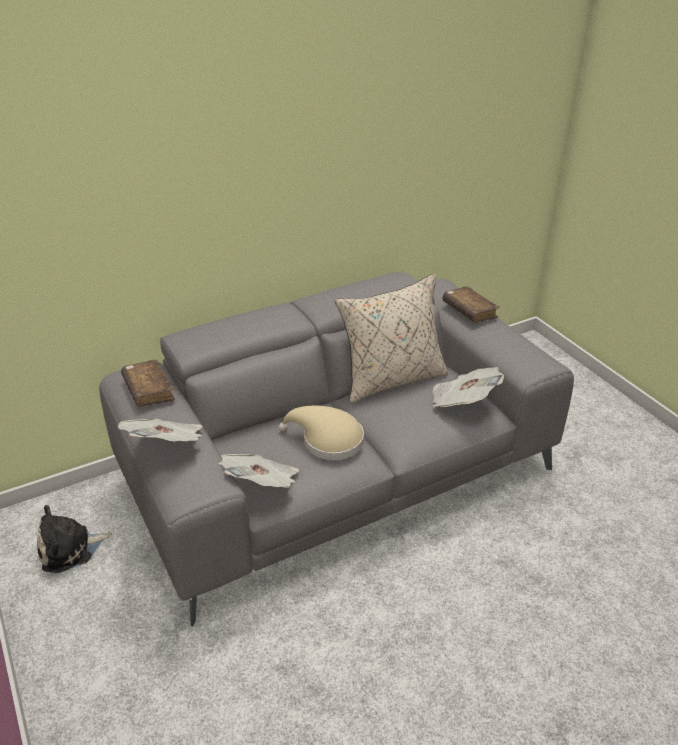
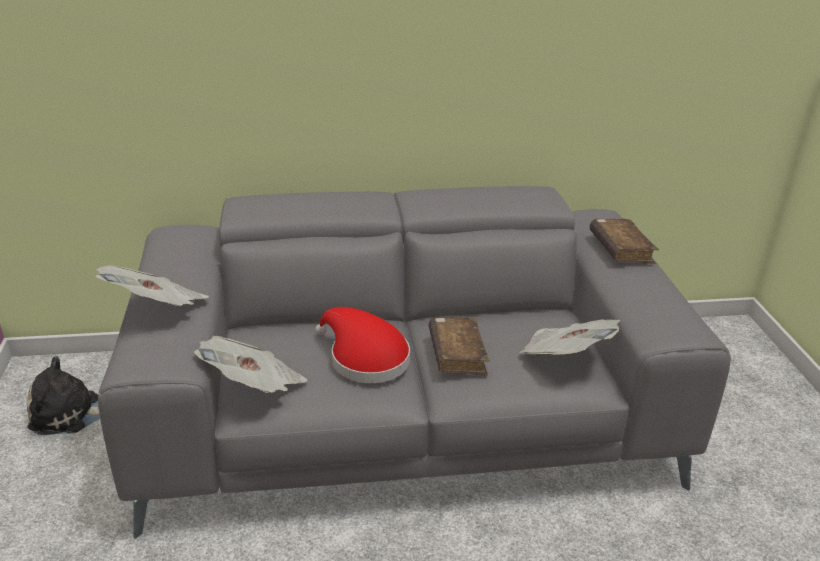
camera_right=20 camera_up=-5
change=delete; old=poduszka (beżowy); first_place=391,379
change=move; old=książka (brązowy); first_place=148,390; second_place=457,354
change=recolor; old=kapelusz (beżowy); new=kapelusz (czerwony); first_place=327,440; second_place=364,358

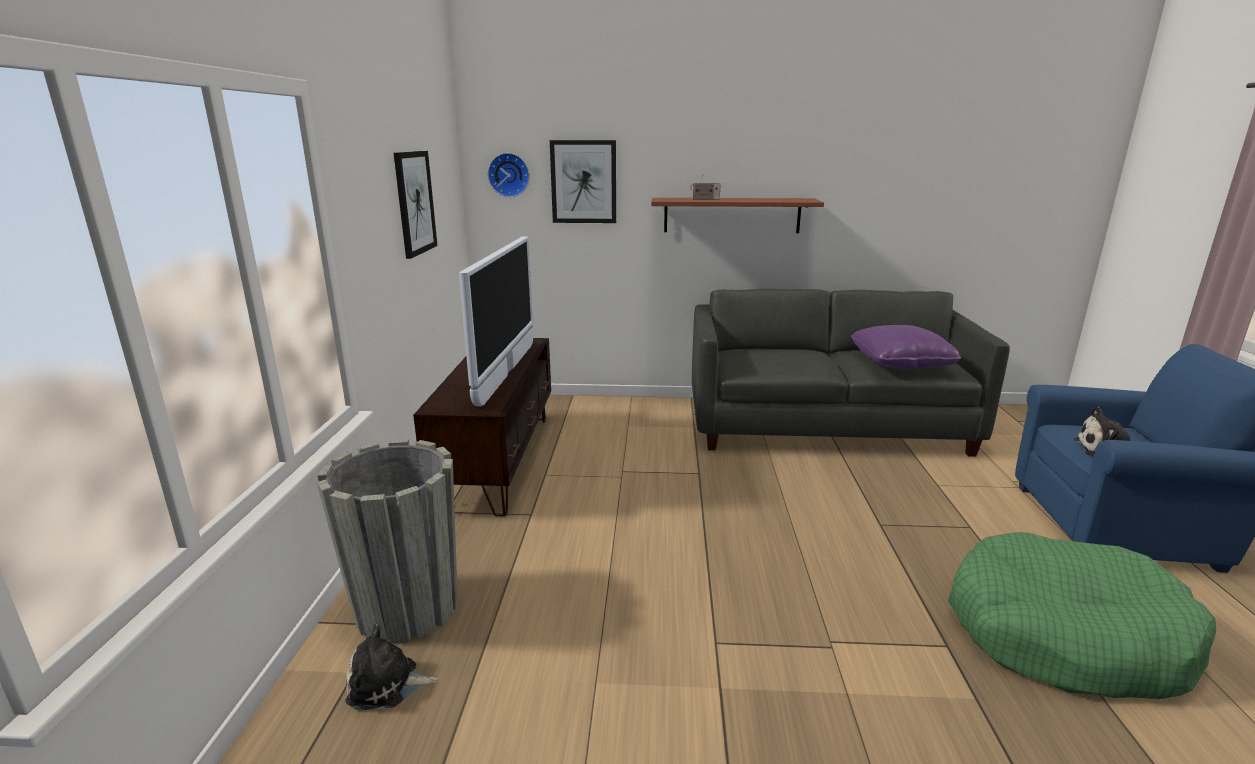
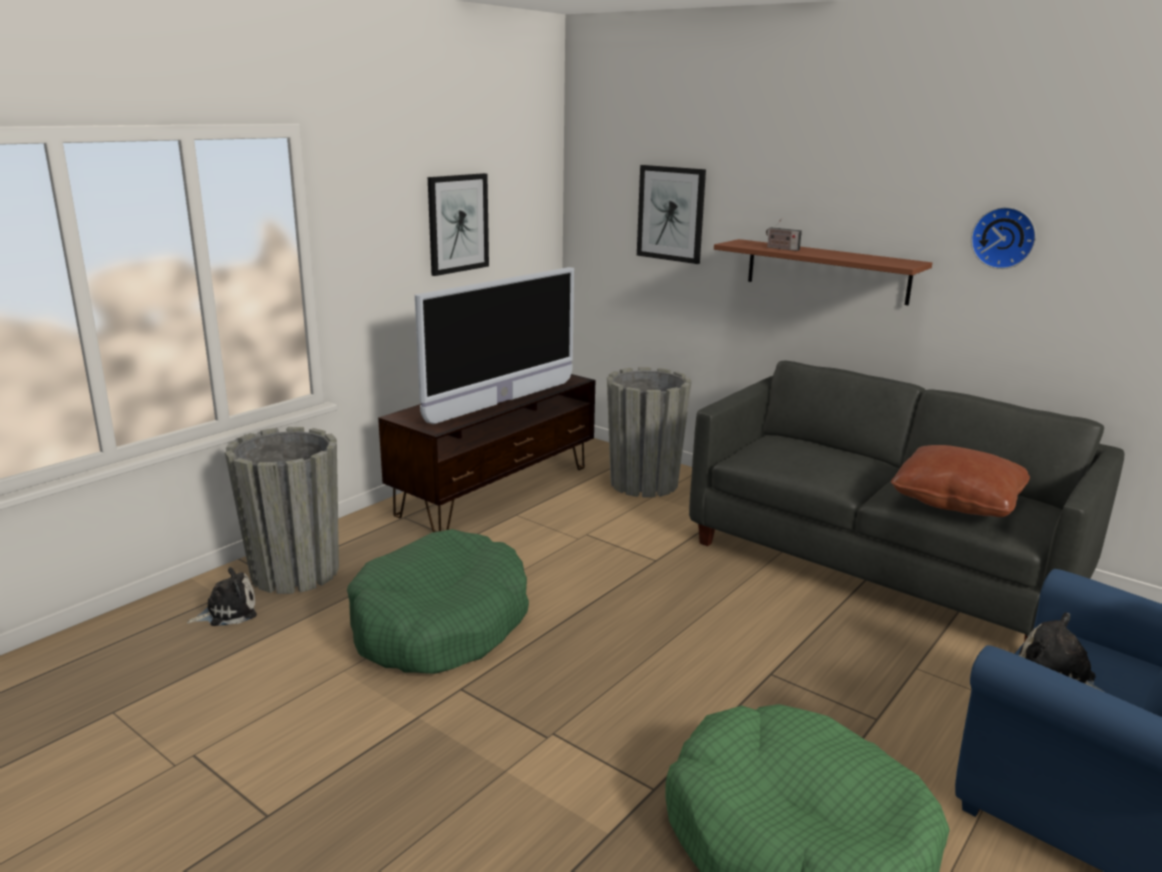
camera_right=35 camera_up=0
change=insert; new=legowisko (zielony); second_place=439,624
change=insert; new=donica (szary); second_place=644,483
change=move; old=zegar ścienny; first_place=509,175; second_place=1004,237
change=recolor; old=poduszka (fioletowy); new=poduszka (brązowy); first_place=900,363; second_place=956,501
change=rotate; old=pluszak; first_place=387,685; second_place=228,612; degrees=120

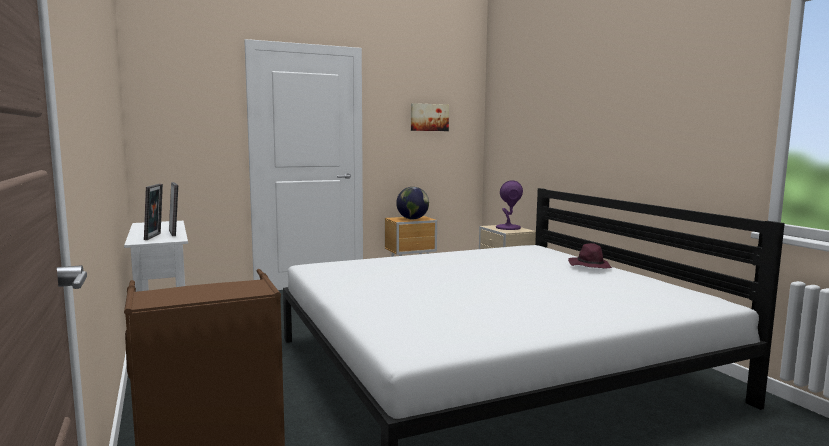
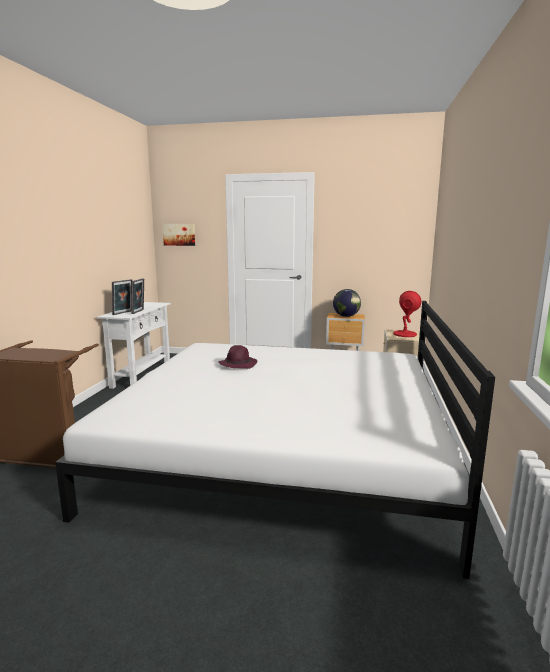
camera_right=35 camera_up=5
change=move; old=obraz; first_place=429,117; second_place=179,234
change=move; old=kapelusz (fioletowy); first_place=589,266; second_place=238,364
change=recolor; old=lampa stołowa (fioletowy); new=lampa stołowa (czerwony); first_place=508,228; second_place=404,334

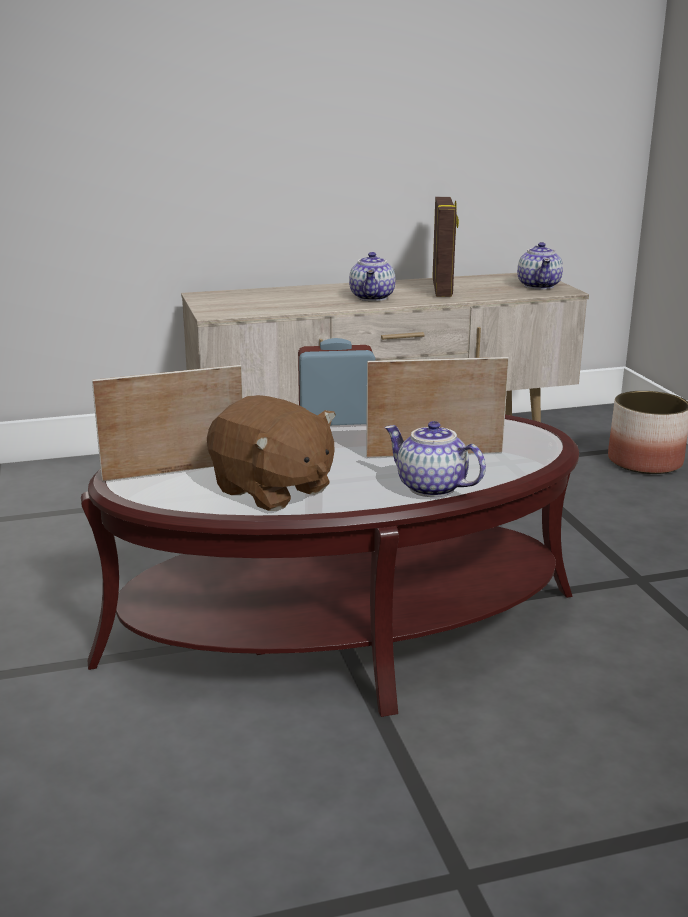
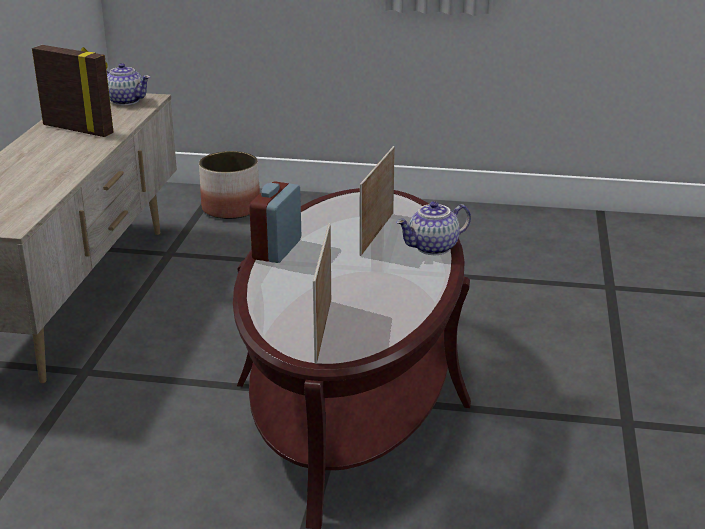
camera_right=-65 camera_up=5
change=delete; old=pluszak (brązowy); first_place=272,490
change=delete; old=imbryk; first_place=373,298

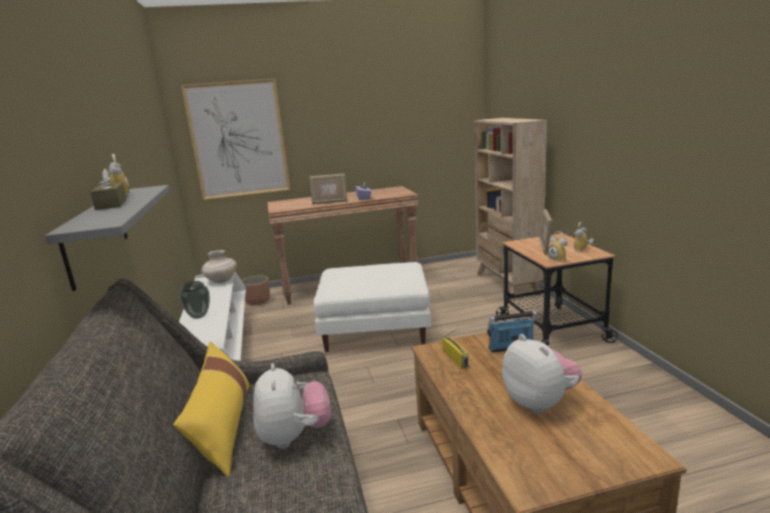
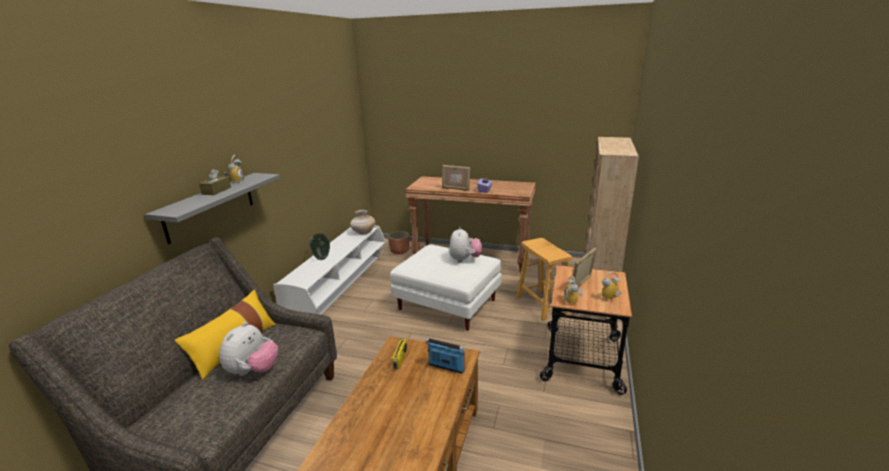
camera_right=30 camera_up=5
change=delete; old=obraz; first_place=238,140
change=insert; new=stołek (brązowy); second_place=542,305
change=move; old=pluszak; first_place=540,402; second_place=464,260

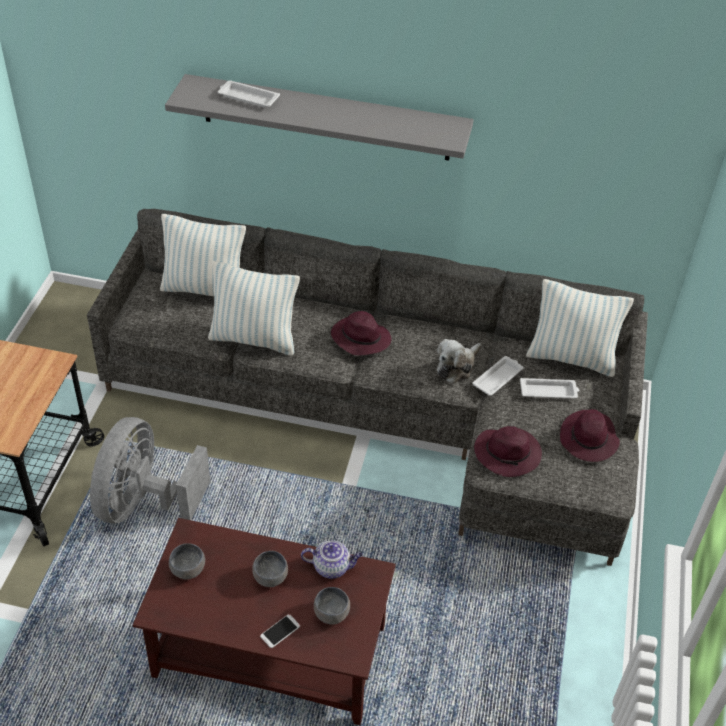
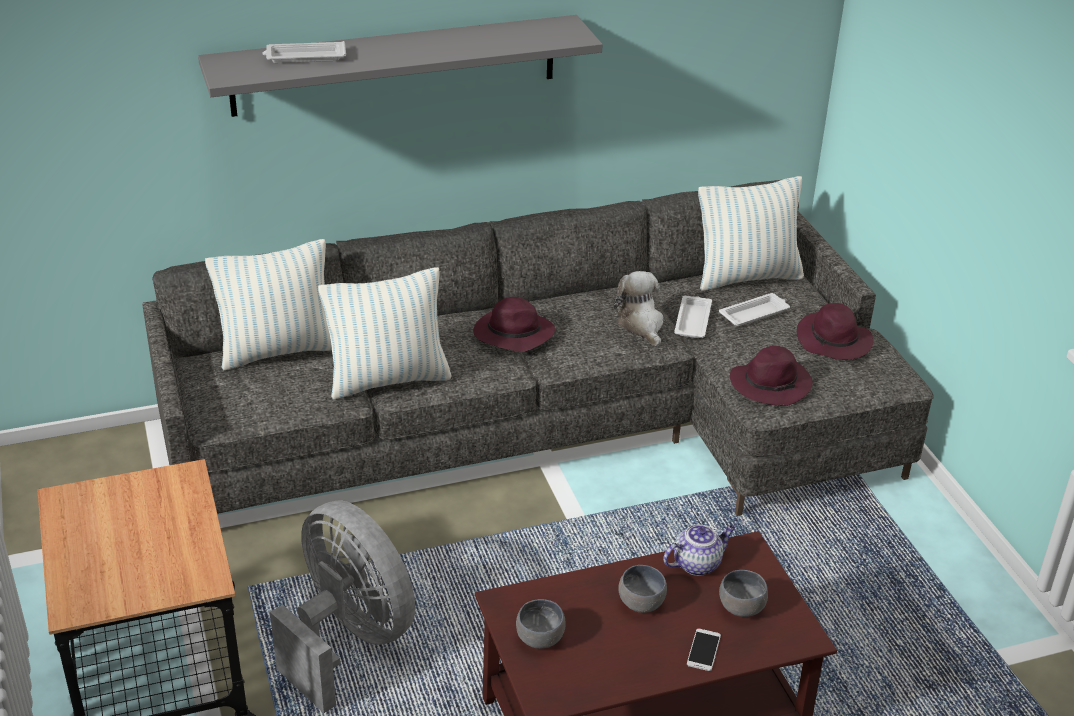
camera_right=-30 camera_up=-10
change=rotate; old=wentylator (szary); first_place=144,503; second_place=348,640; degrees=150
change=rotate; old=pluszak; first_place=457,366; second_place=641,325; degrees=150

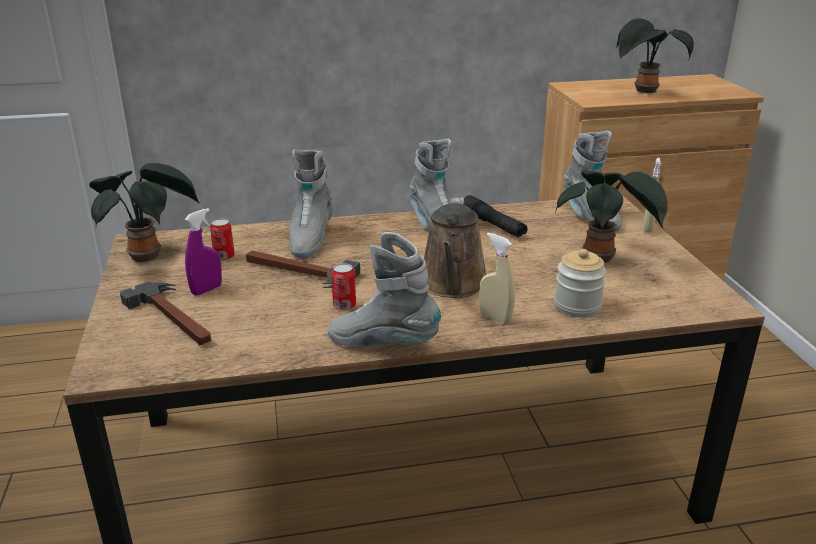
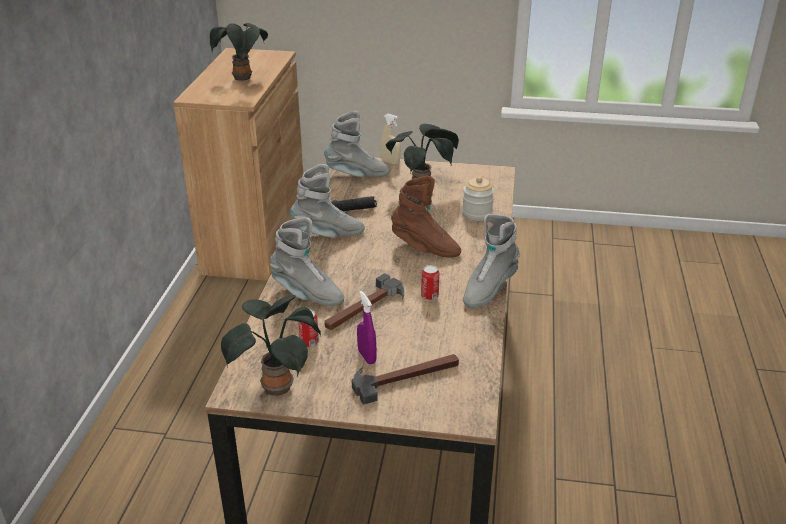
camera_right=-70 camera_up=5
change=delete; old=spryskiwacz (beżowy); first_place=495,318
change=replace; old=konewka (brązowy); new=but z cholewką (brązowy); first_place=453,285; second_place=425,248

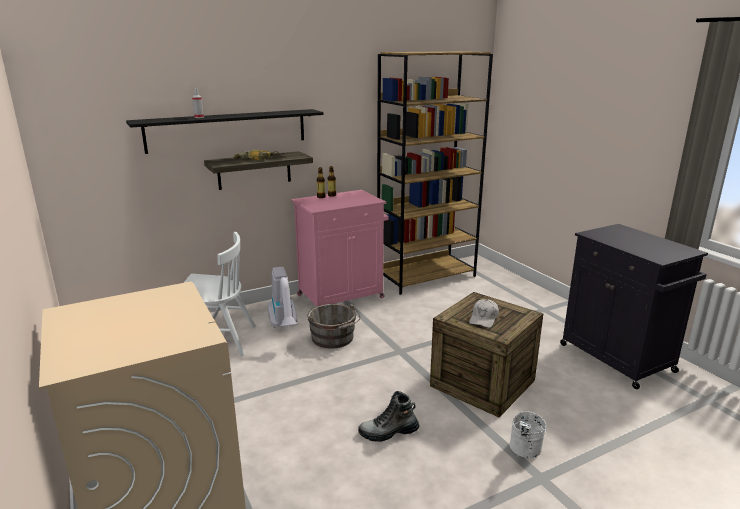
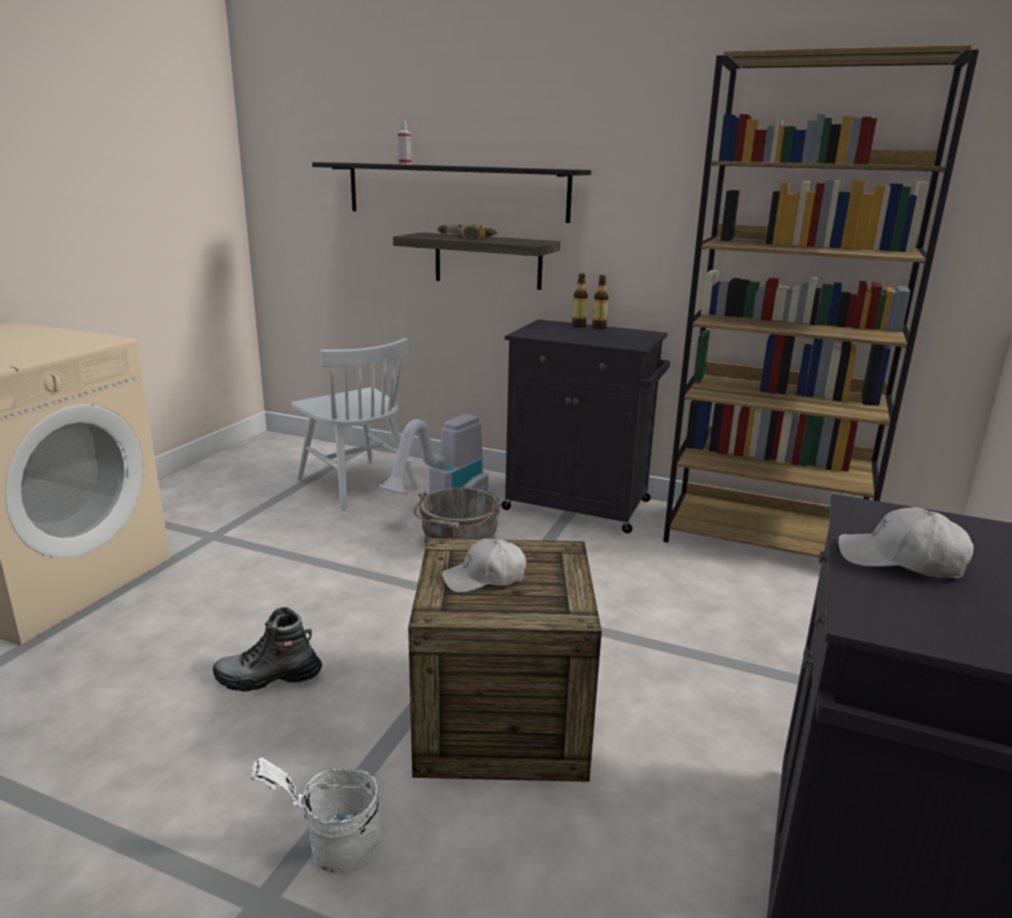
camera_right=50 camera_up=0
change=insert; new=czapka z daszkiem (biały); second_place=901,561
change=recolor; old=szafka (różowy); new=szafka (czarny); first_place=342,296; second_place=580,506
change=rotate; old=but z cholewką; first_place=388,432; second_place=268,678; degrees=-45

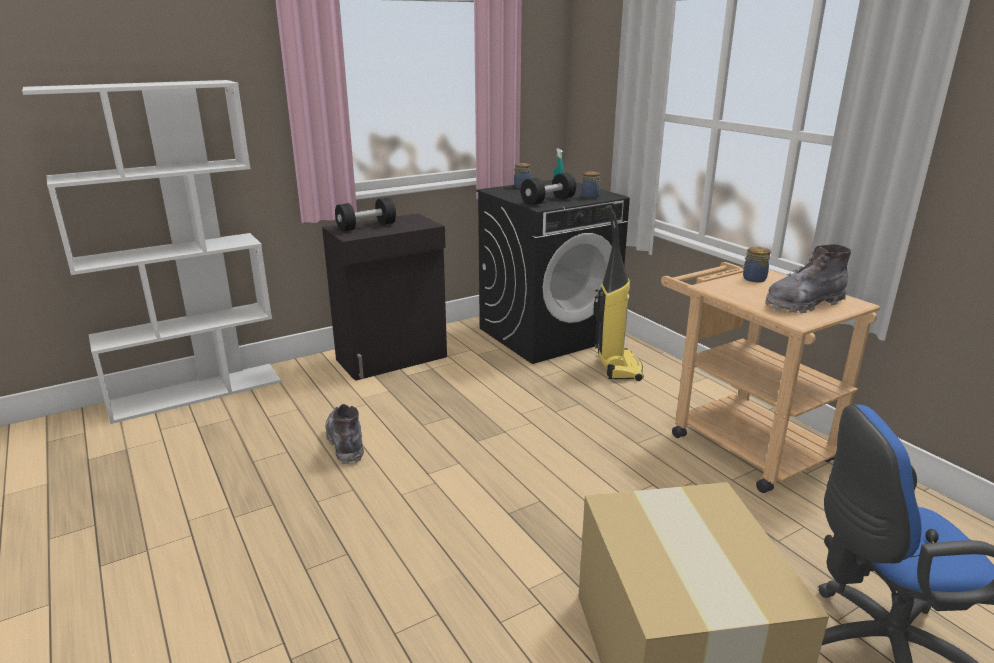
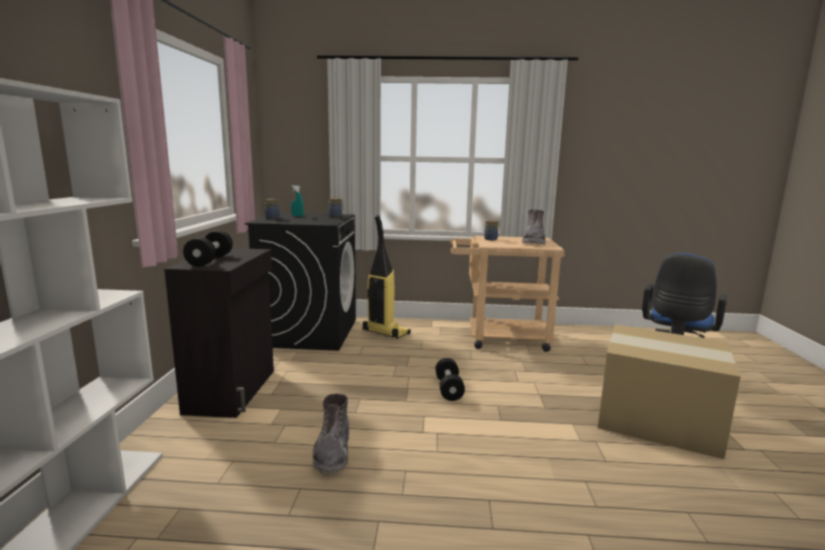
camera_right=-55 camera_up=-10
change=move; old=hantel (czarny); first_place=548,201; second_place=449,389
change=rotate; old=but z cholewką (szary); first_place=346,443; second_place=333,453; degrees=-105

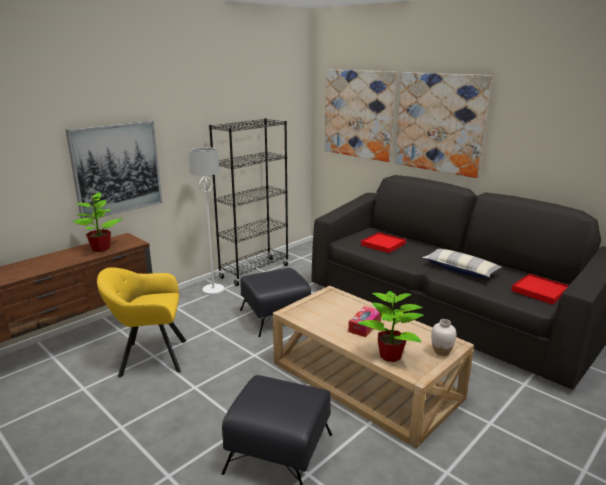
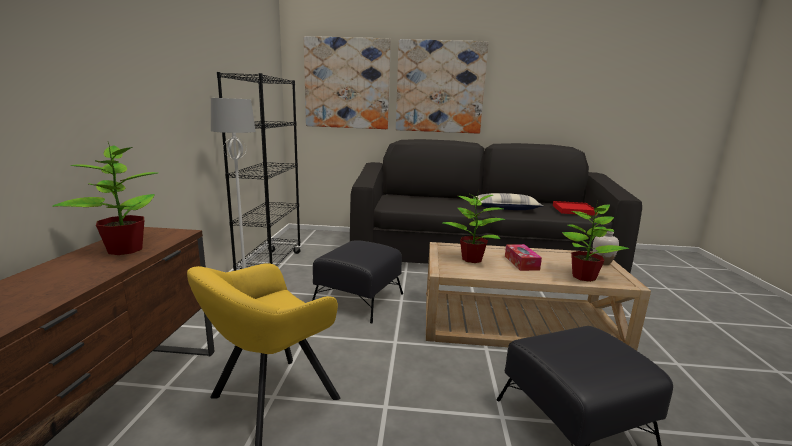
camera_right=-40 camera_up=-5
change=delete; old=obraz; first_place=117,169
change=delete; old=taca (czerwony); first_place=383,244
change=insert; new=roślina doniczkowa; second_place=472,259

